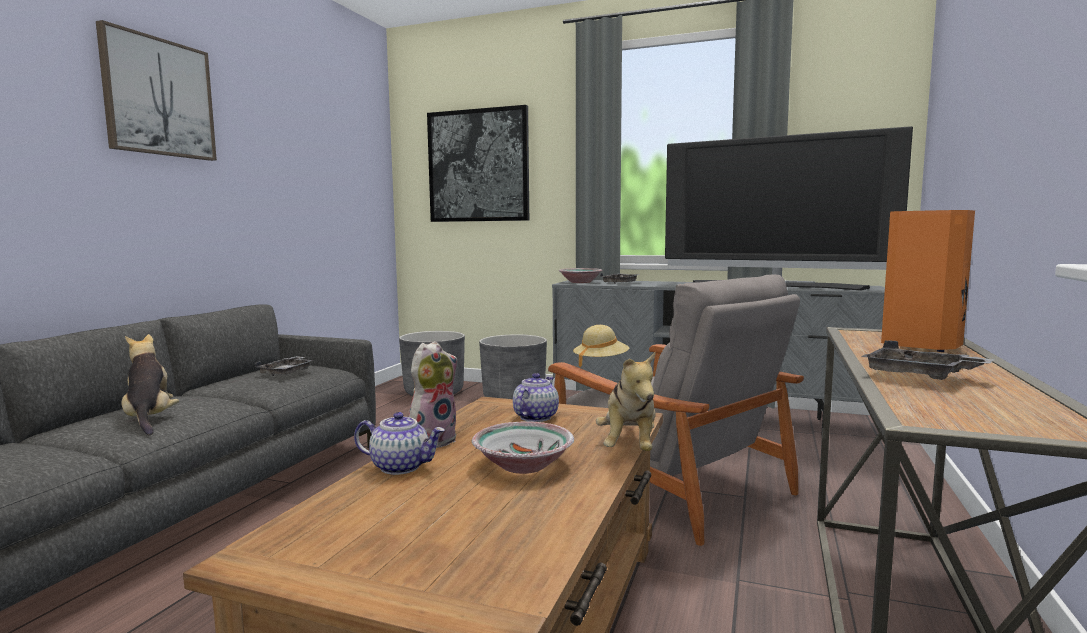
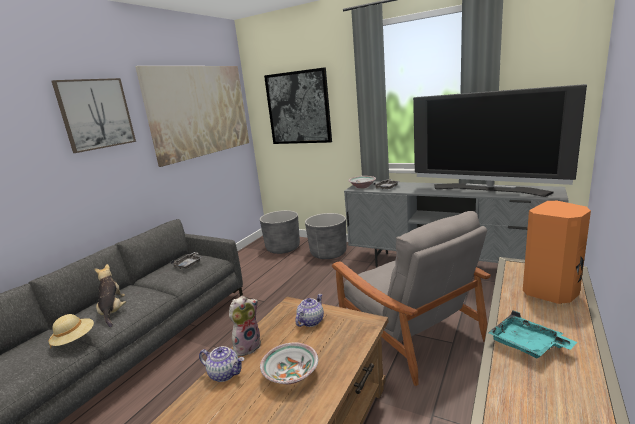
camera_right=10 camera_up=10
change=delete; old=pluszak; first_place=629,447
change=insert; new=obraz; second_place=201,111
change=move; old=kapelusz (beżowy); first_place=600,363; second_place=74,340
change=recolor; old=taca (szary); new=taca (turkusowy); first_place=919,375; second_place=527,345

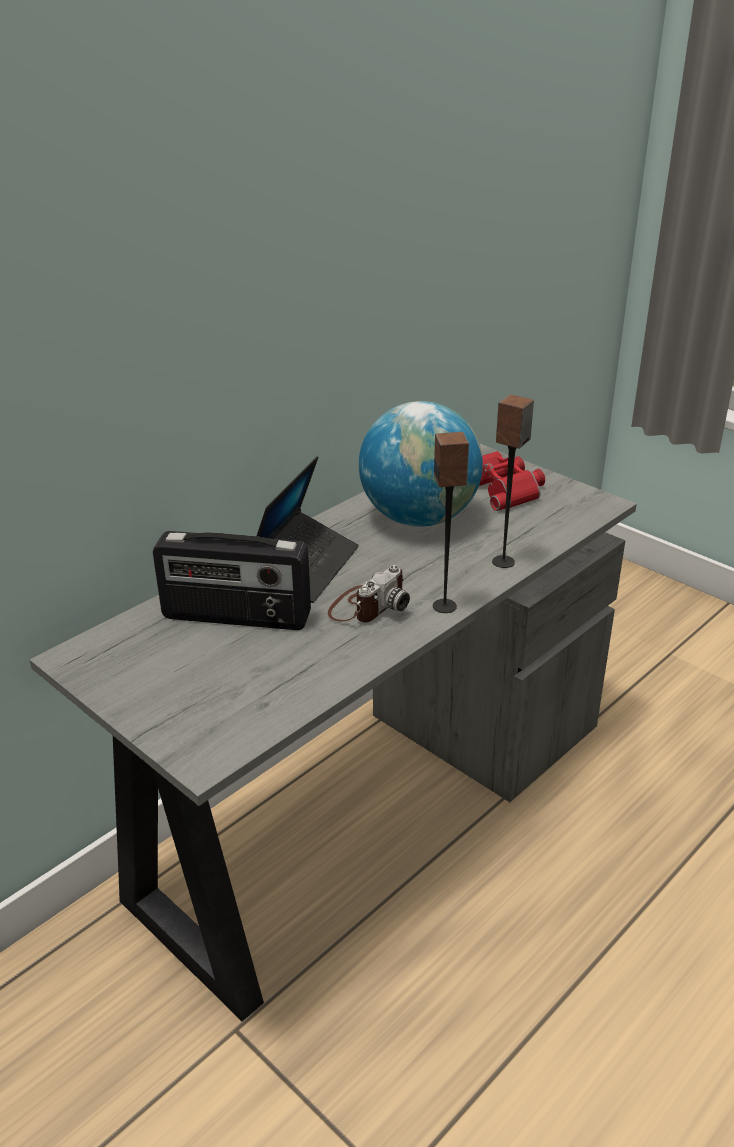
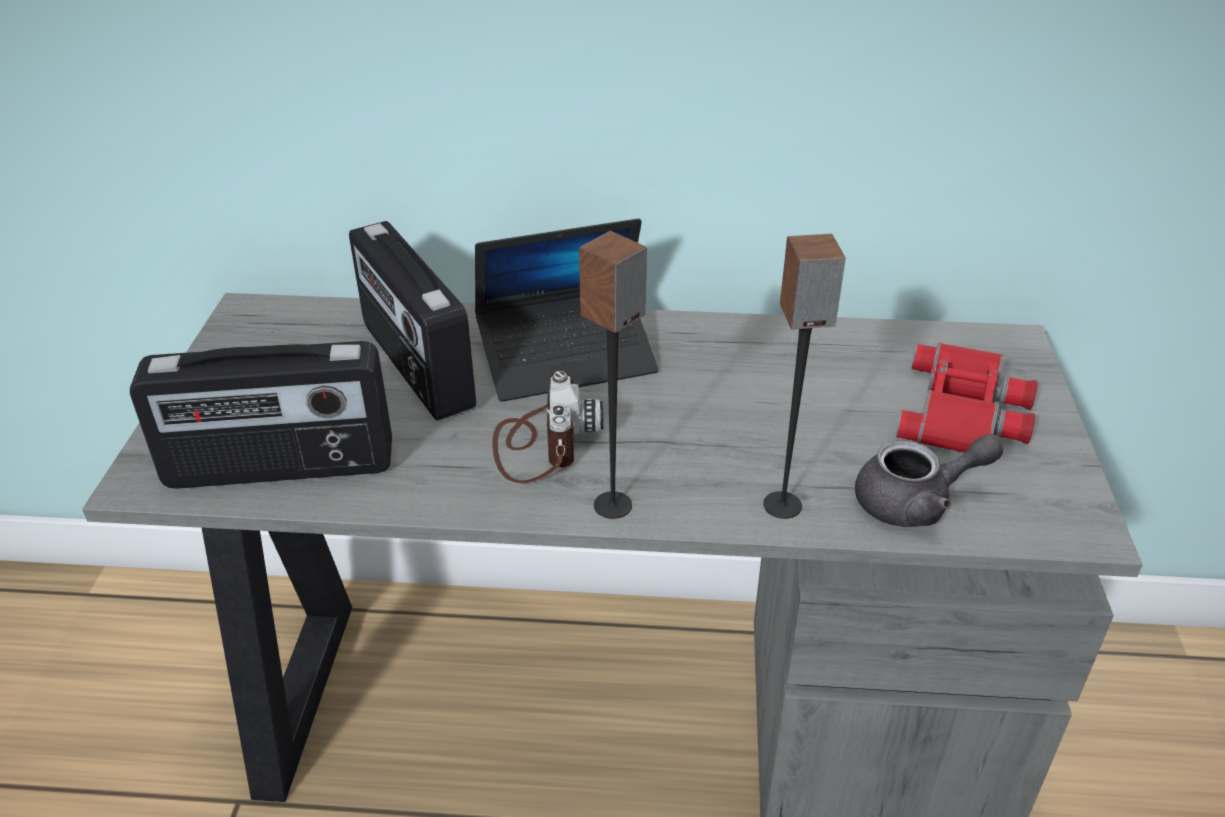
camera_right=50 camera_up=5
change=delete; old=globus; first_place=419,518
change=insert; new=radio; second_place=280,468
change=insert; new=imbryk (szary); second_place=916,502
change=rotate; old=aparat fotograficzny; first_place=367,606; second_place=541,443; degrees=-90

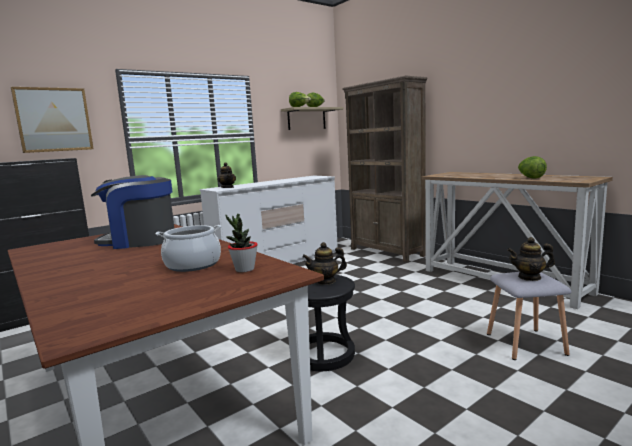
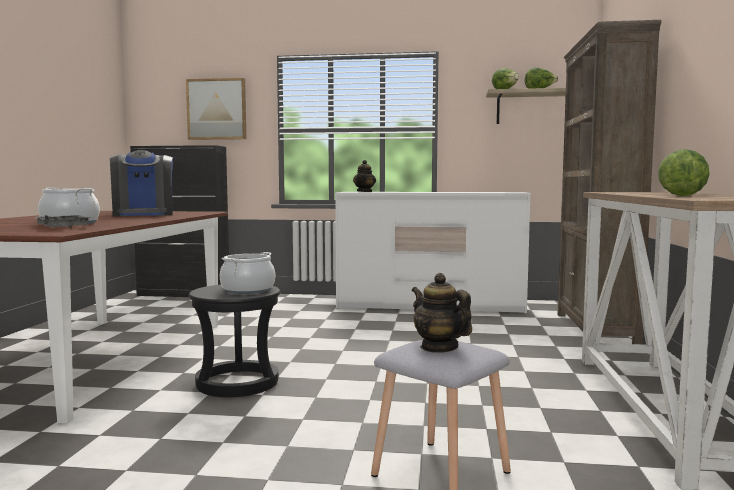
camera_right=45 camera_up=-5
change=replace; old=roślina doniczkowa; new=taca (szary); first_place=244,269; second_place=62,228
change=replace; old=imbryk; new=garnek; first_place=325,281; second_place=248,290
change=rotate; old=ekspres do kawy; first_place=139,241; second_place=144,214; degrees=-150

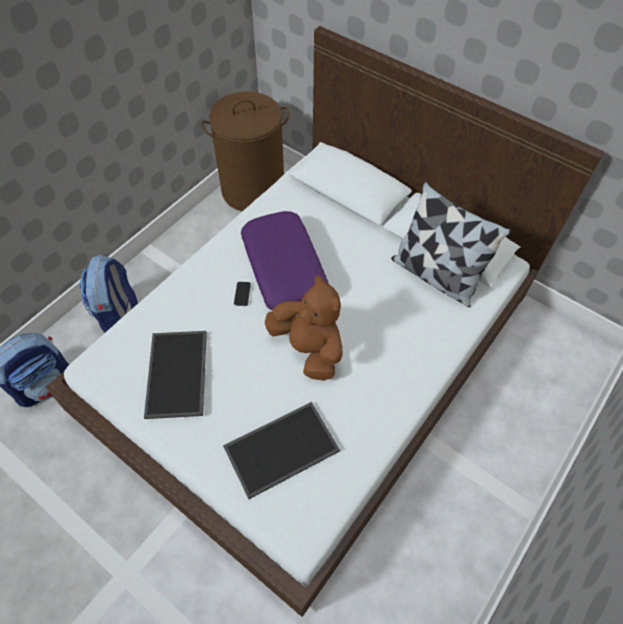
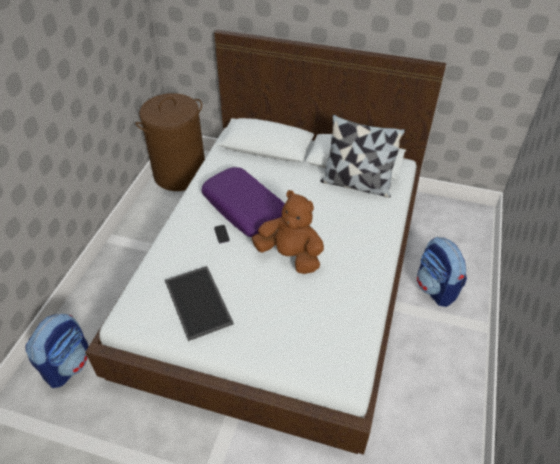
camera_right=-20 camera_up=-10
change=delete; old=taca; first_place=281,447
change=move; old=plecak; first_place=118,314; second_place=436,289

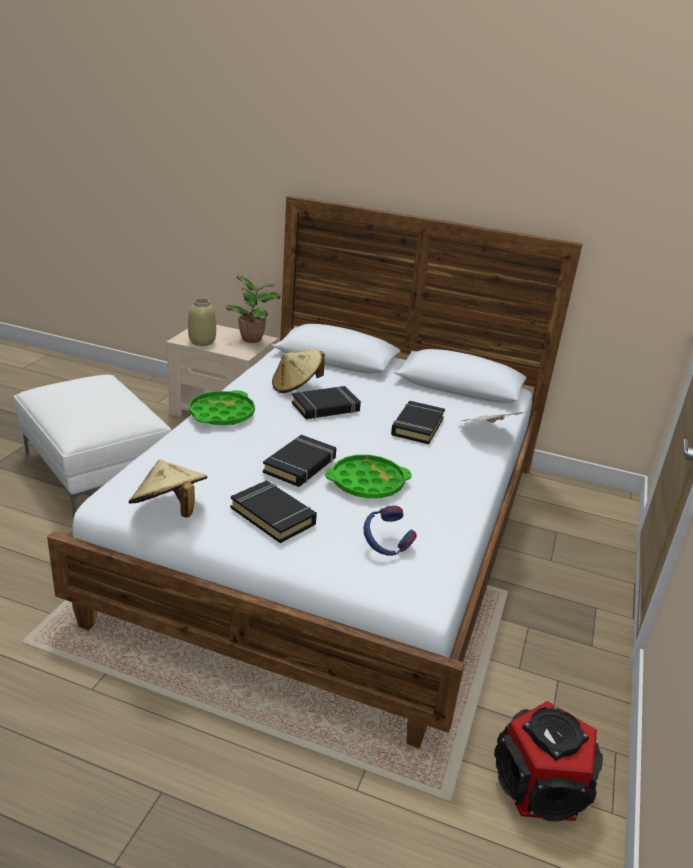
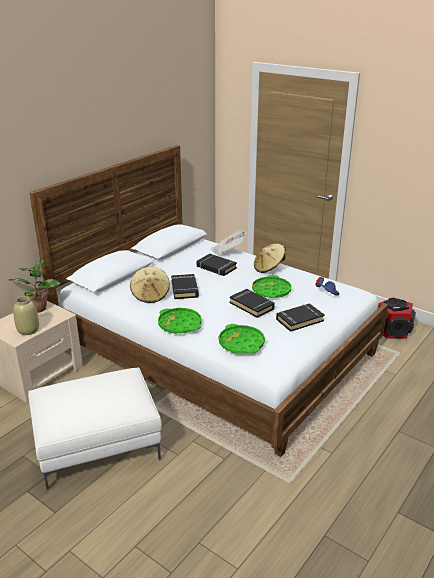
camera_right=-70 camera_up=0
change=insert; new=taca (zielony); second_place=241,343
change=move; old=kapelusz (beżowy); first_place=169,510; second_place=269,268

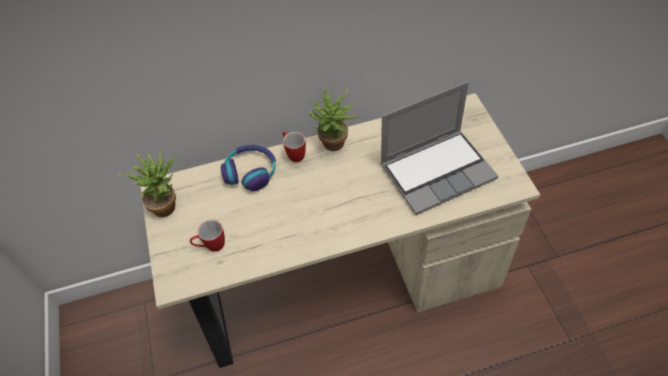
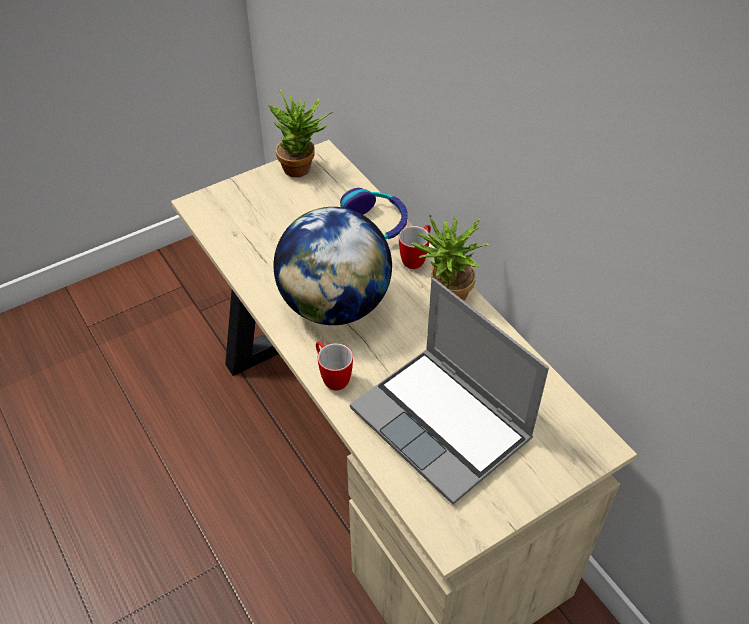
camera_right=70 camera_up=-5
change=insert; new=globus; second_place=335,305
change=move; old=kubek; first_place=211,246; second_place=332,377

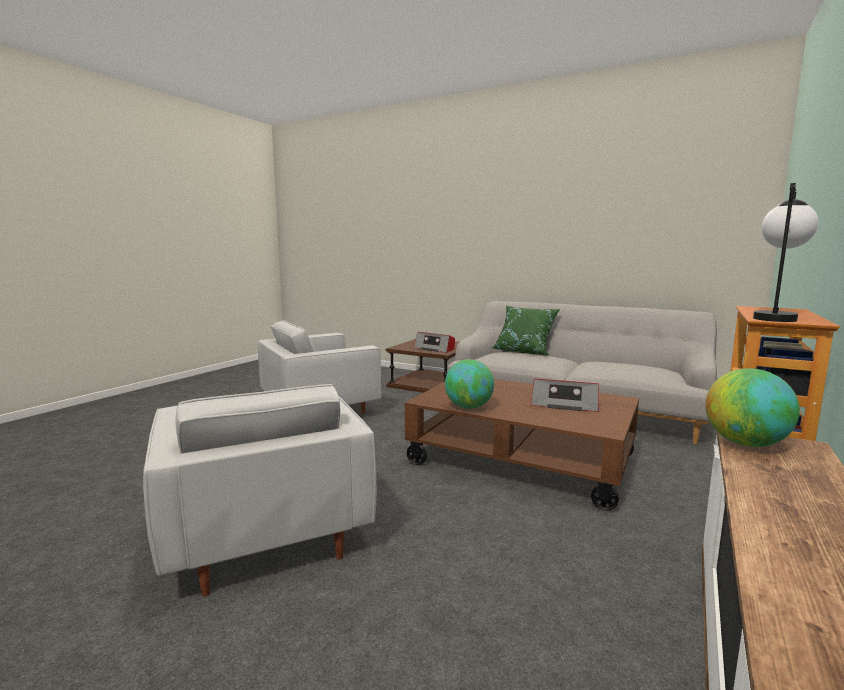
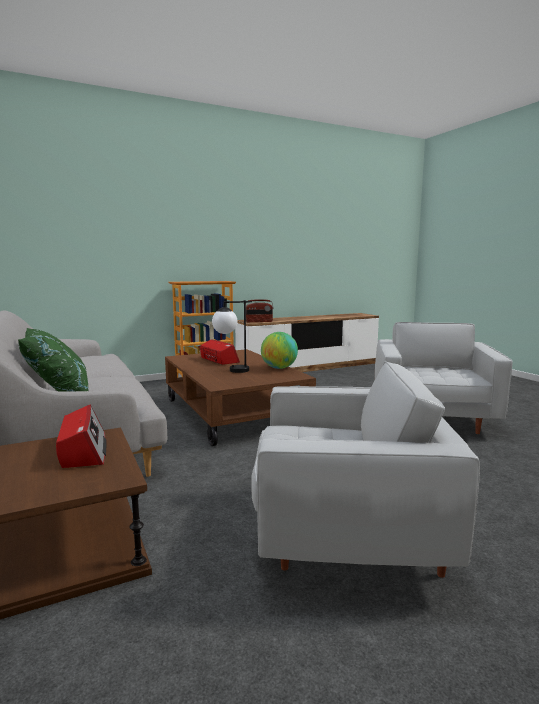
camera_right=-145 camera_up=0
change=move; old=lampa stołowa; first_place=775,317; second_place=231,371
change=replace; old=globus; new=radio; first_place=745,443; second_place=259,321

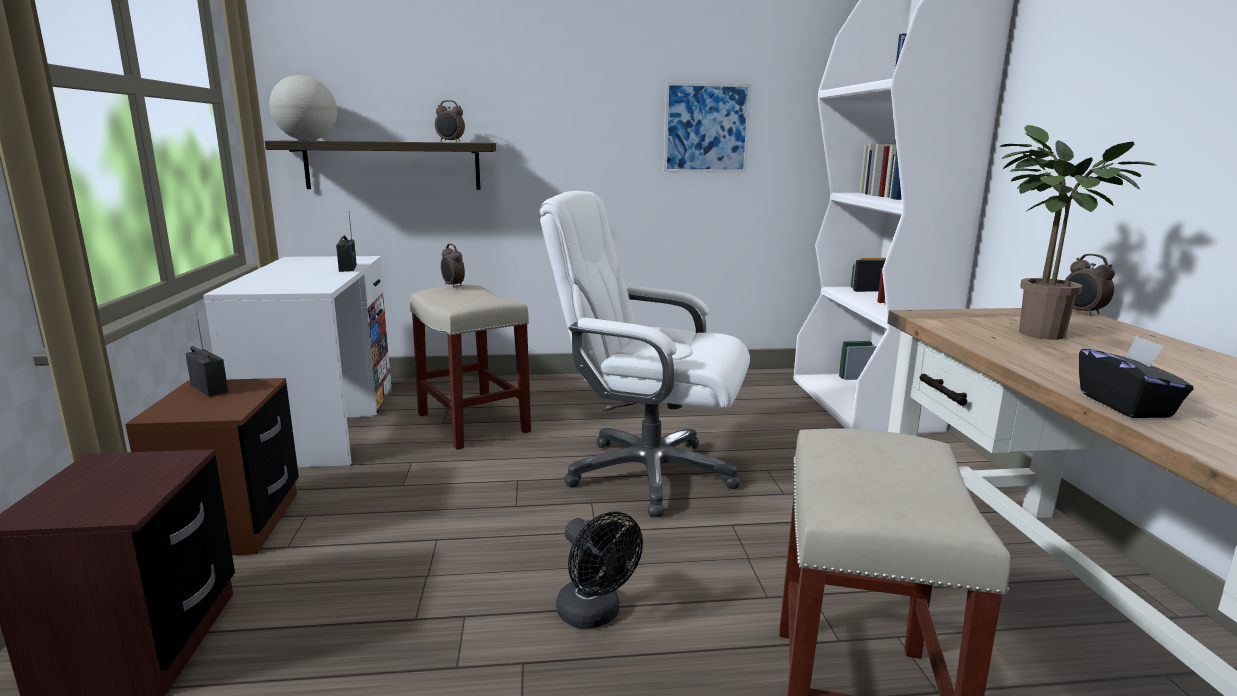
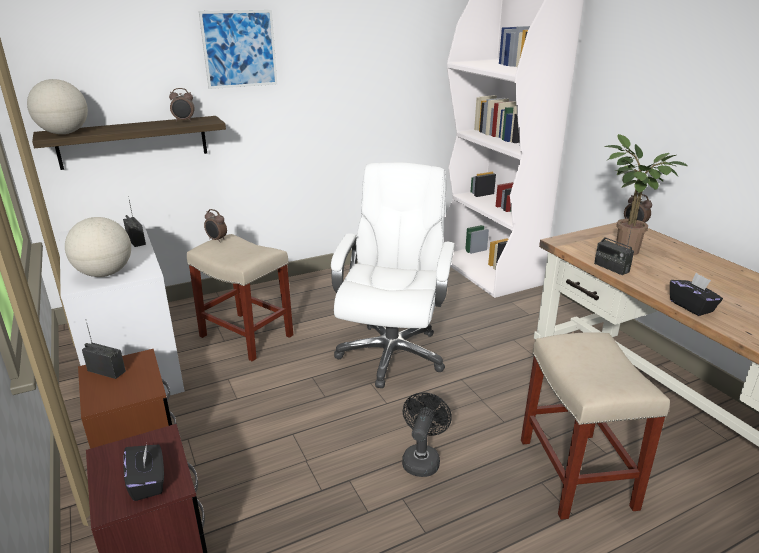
camera_right=-20 camera_up=10
change=insert; new=globus; second_place=105,274
change=insert; new=pudełko chusteczek (czarny); second_place=148,482
change=insert; new=radio; second_place=611,268
change=move; old=obraz; first_place=706,128; second_place=239,49
change=rotate; old=krzesło biurowe (biały); first_place=648,474; second_place=391,353; degrees=105
change=rotate; old=wentylator (czarny); first_place=595,615; second_place=422,458; degrees=-105

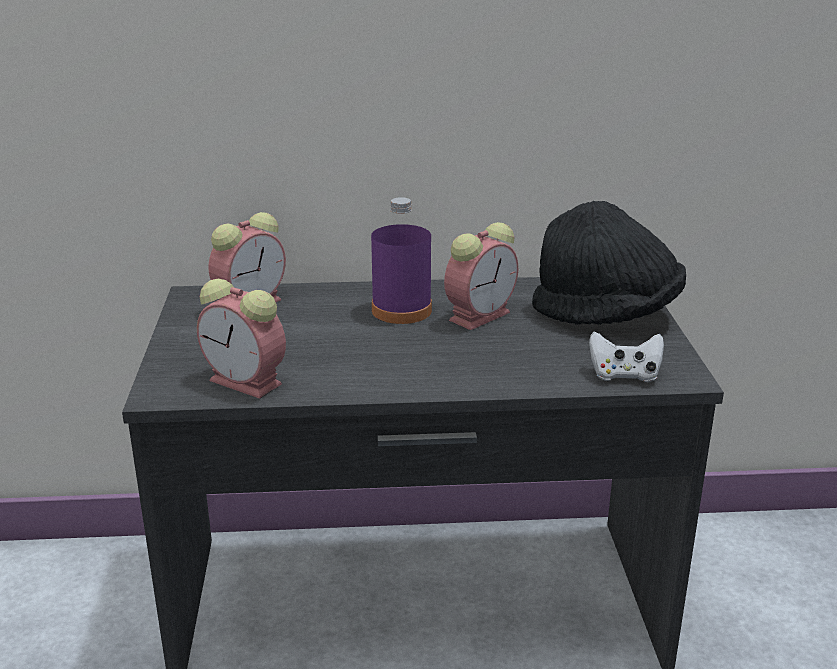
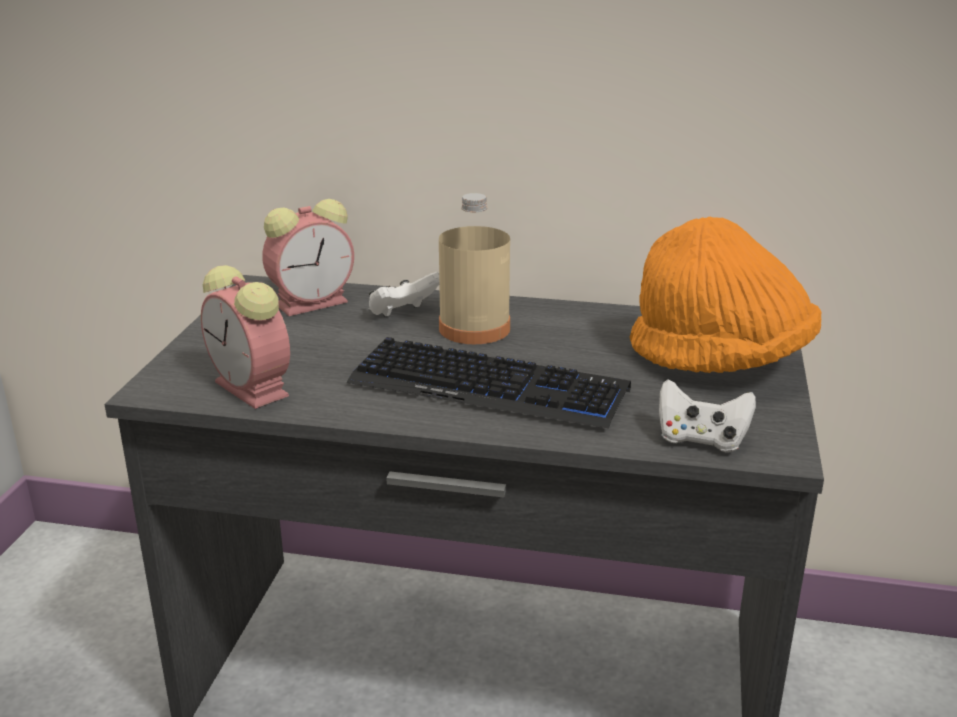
camera_right=15 camera_up=0
change=delete; old=budzik; first_place=481,315
change=insert; new=klawiatura; second_place=489,387
change=insert; new=pad do gier (biały); second_place=402,313
change=recolor; old=butelka (fioletowy); new=butelka (beżowy); first_place=401,310; second_place=474,328
change=recolor; old=kapelusz (czarny); new=kapelusz (pomarańczowy); first_place=606,315; second_place=719,362

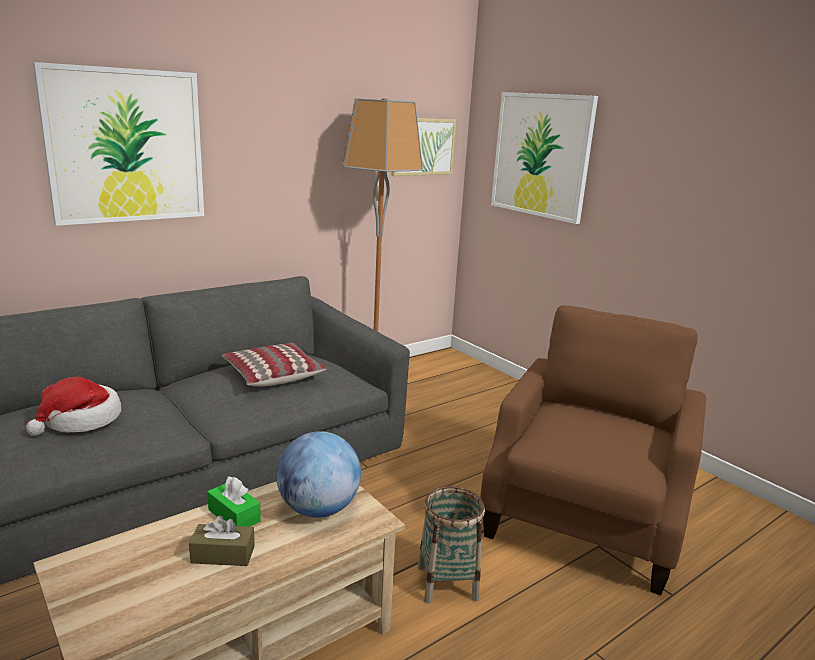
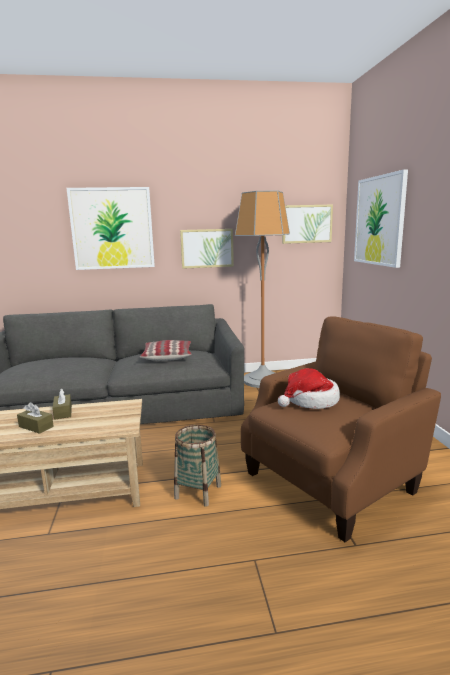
camera_right=30 camera_up=-5
change=delete; old=globus; first_place=318,509
change=insert; new=obraz; second_place=207,248
change=move; old=kapelusz; first_place=80,420; second_place=310,401
change=recolor; old=pudełko chusteczek (zielony); new=pudełko chusteczek (brązowy); first_place=234,515; second_place=63,412

